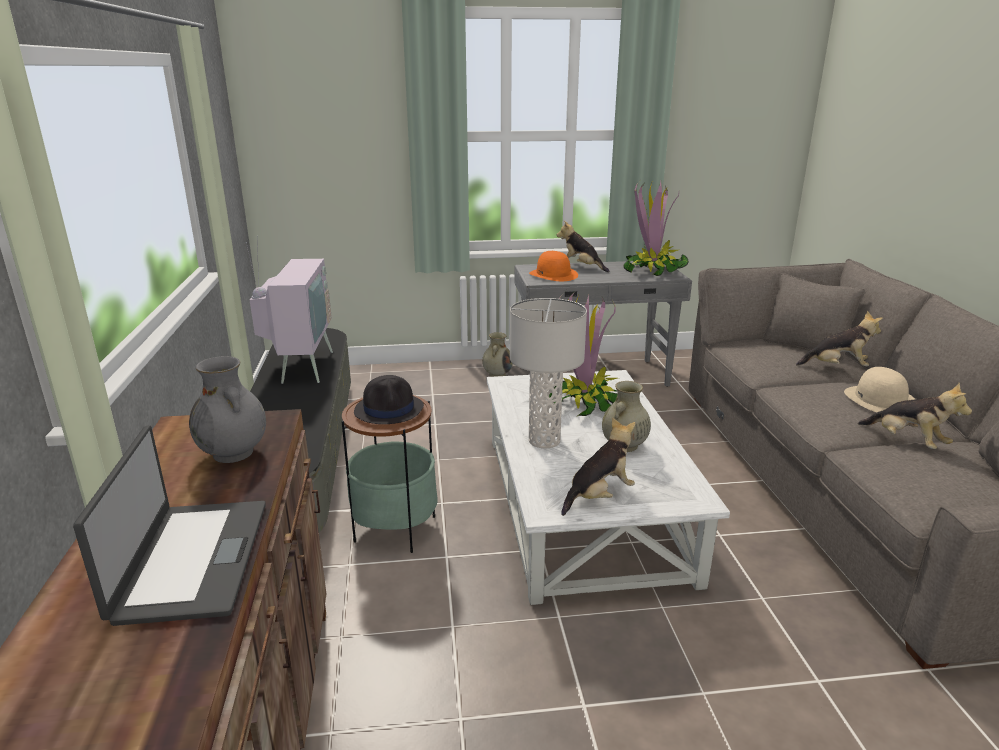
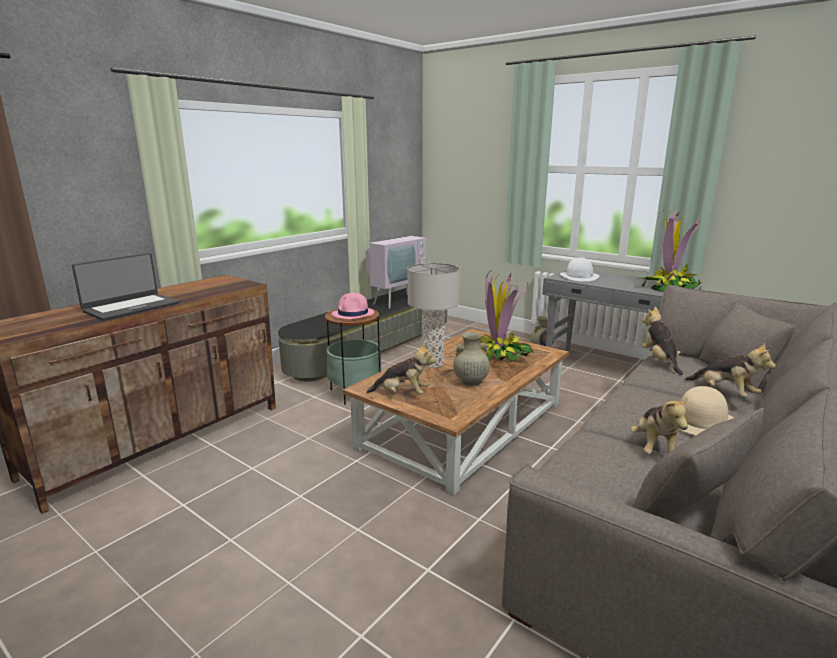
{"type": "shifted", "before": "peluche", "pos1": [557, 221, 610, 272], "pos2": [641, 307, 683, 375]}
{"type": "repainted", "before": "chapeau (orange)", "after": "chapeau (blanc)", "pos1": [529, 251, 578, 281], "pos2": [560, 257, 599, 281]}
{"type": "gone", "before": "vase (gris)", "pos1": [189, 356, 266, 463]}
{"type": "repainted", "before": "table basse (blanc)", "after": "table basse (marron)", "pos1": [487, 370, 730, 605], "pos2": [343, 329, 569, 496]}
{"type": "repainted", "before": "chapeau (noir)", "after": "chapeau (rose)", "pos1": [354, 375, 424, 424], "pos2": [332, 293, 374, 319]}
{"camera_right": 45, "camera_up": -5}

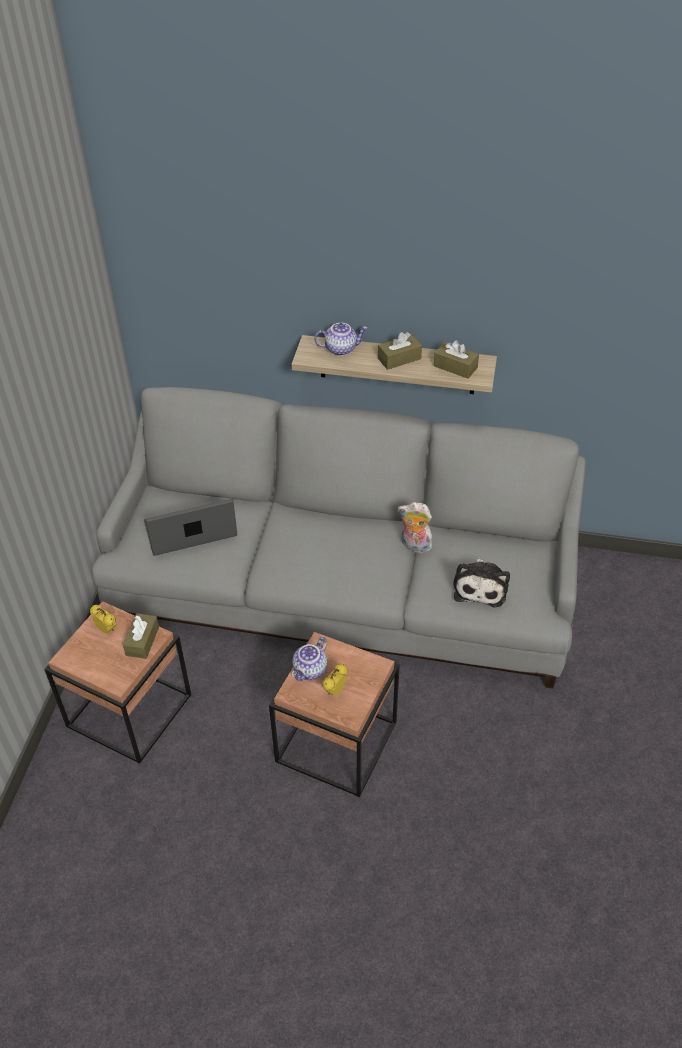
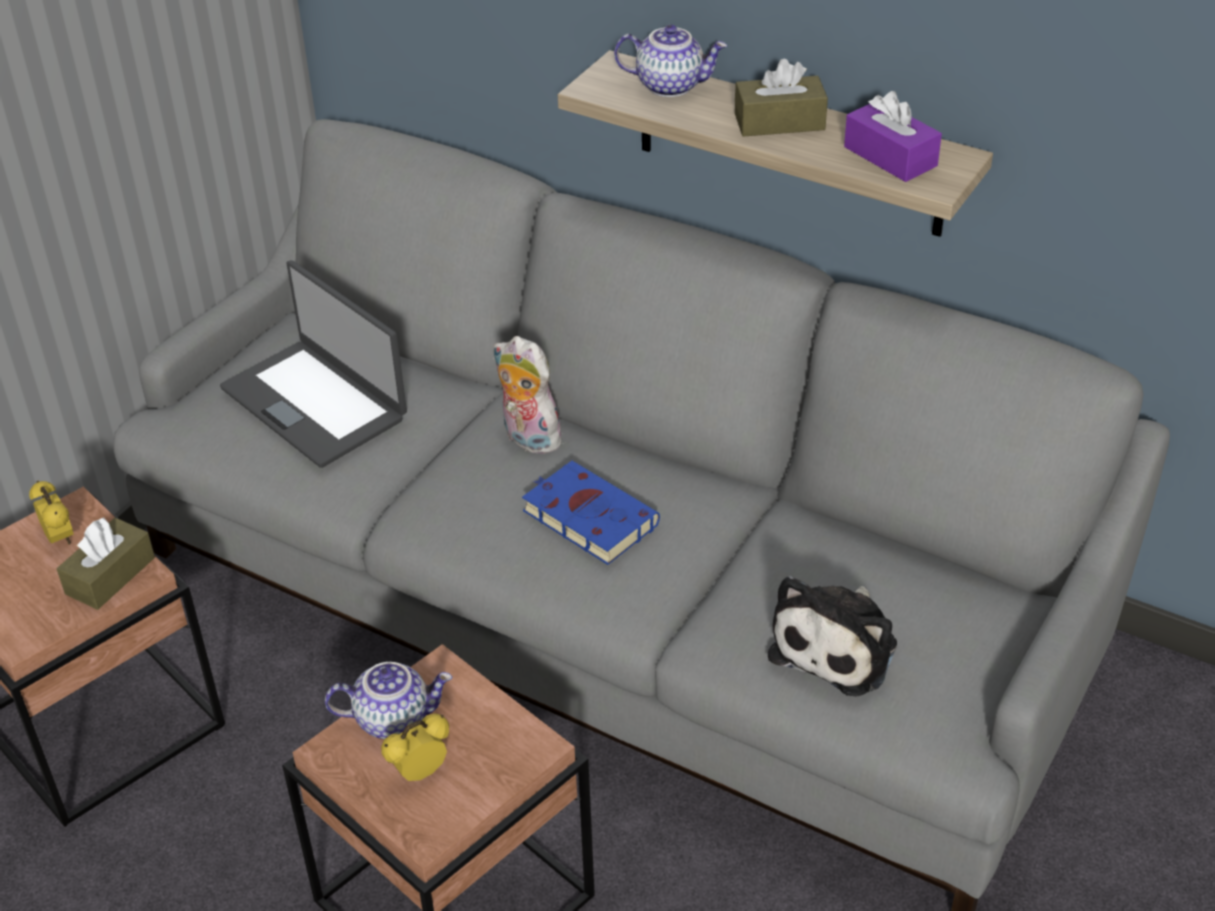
{"type": "repainted", "before": "boîte à mouchoirs (marron)", "after": "boîte à mouchoirs (violet)", "pos1": [434, 340, 479, 379], "pos2": [844, 91, 942, 182]}
{"type": "rotated", "before": "ordinateur portable", "pos1": [144, 499, 237, 556], "pos2": [220, 260, 407, 468], "turn": -135}
{"type": "shifted", "before": "peluche", "pos1": [398, 502, 432, 553], "pos2": [493, 336, 569, 454]}
{"type": "rotated", "before": "théière", "pos1": [291, 637, 327, 681], "pos2": [325, 662, 452, 739], "turn": -150}
{"type": "new", "after": "livre (bleu)", "pos2": [522, 461, 660, 565]}
{"camera_right": 20, "camera_up": -5}

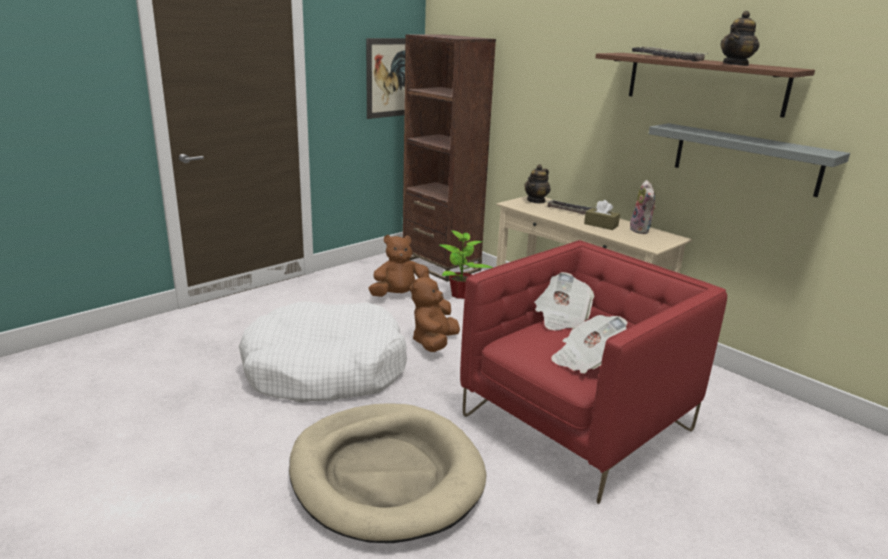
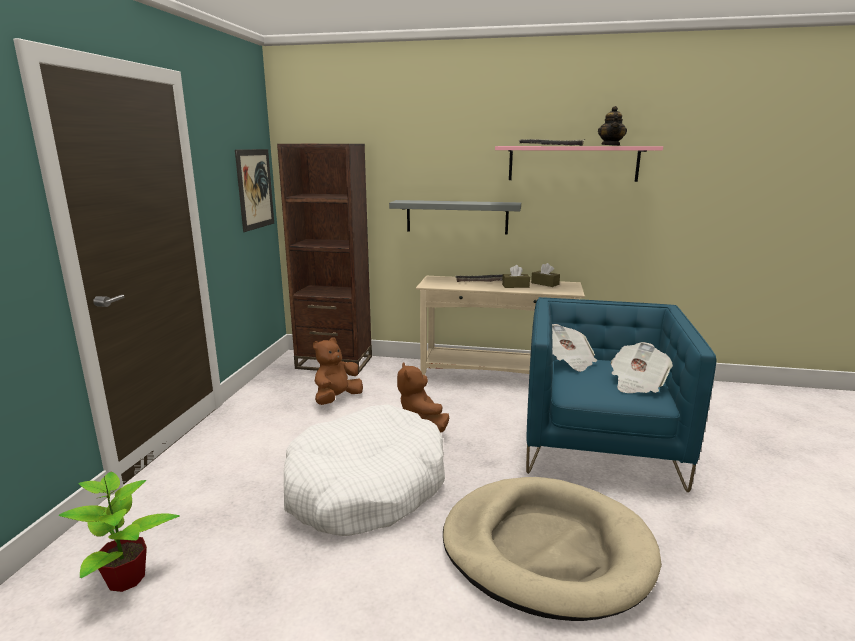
{"type": "repainted", "before": "étagère (marron)", "after": "étagère (rose)", "pos1": [595, 53, 815, 118], "pos2": [495, 146, 663, 182]}
{"type": "shifted", "before": "étagère (gris)", "pos1": [649, 123, 850, 197], "pos2": [389, 200, 521, 234]}
{"type": "gone", "before": "théière", "pos1": [524, 164, 550, 204]}
{"type": "swapped", "before": "peluche", "after": "boîte à mouchoirs (marron)", "pos1": [629, 180, 656, 234], "pos2": [531, 263, 560, 287]}
{"type": "shifted", "before": "plante en pot", "pos1": [439, 230, 493, 299], "pos2": [59, 472, 179, 592]}
{"type": "repainted", "before": "fauteuil (rouge)", "after": "fauteuil (bleu)", "pos1": [460, 240, 727, 504], "pos2": [526, 297, 716, 493]}
{"camera_right": -35, "camera_up": -5}

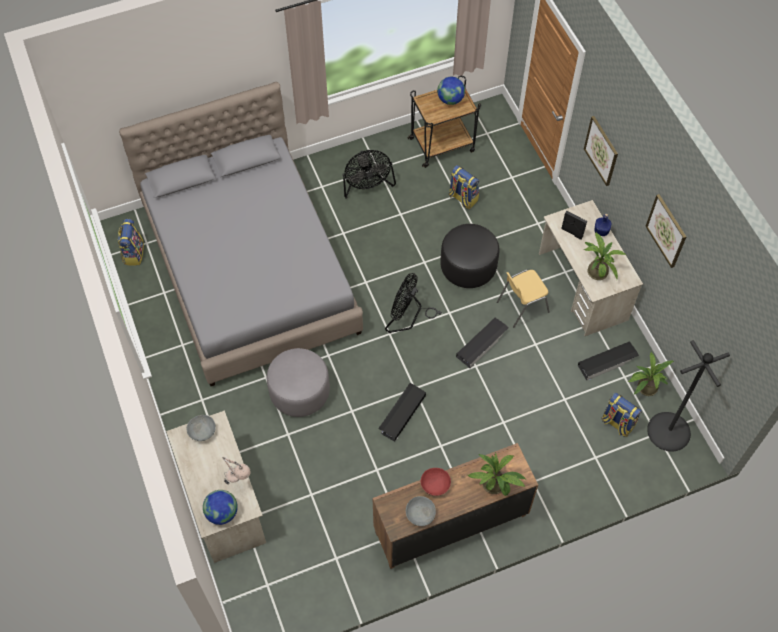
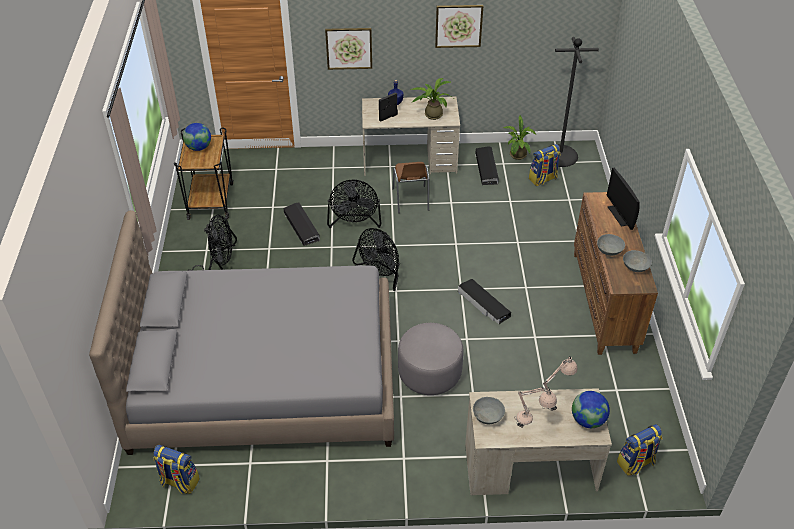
{"type": "shifted", "before": "sac à dos", "pos1": [449, 165, 479, 209], "pos2": [617, 424, 662, 476]}
{"type": "swapped", "before": "pouf (noir)", "after": "ventilateur (noir)", "pos1": [440, 224, 499, 288], "pos2": [327, 179, 381, 228]}
{"type": "repainted", "before": "chaise (jaune)", "after": "chaise (marron)", "pos1": [497, 270, 550, 328], "pos2": [393, 162, 429, 213]}
{"type": "shifted", "before": "boîte de rangement (noir)", "pos1": [456, 318, 509, 368], "pos2": [284, 202, 320, 246]}
{"type": "swapped", "before": "plante en pot", "after": "écran d'ordinateur", "pos1": [468, 453, 525, 496], "pos2": [607, 168, 640, 230]}
{"type": "repainted", "before": "bol (rouge)", "after": "bol (gris)", "pos1": [421, 468, 451, 496], "pos2": [597, 234, 625, 256]}
{"type": "new", "after": "lampe de table (beige)", "pos2": [514, 387, 557, 428]}
{"camera_right": -70, "camera_up": -15}

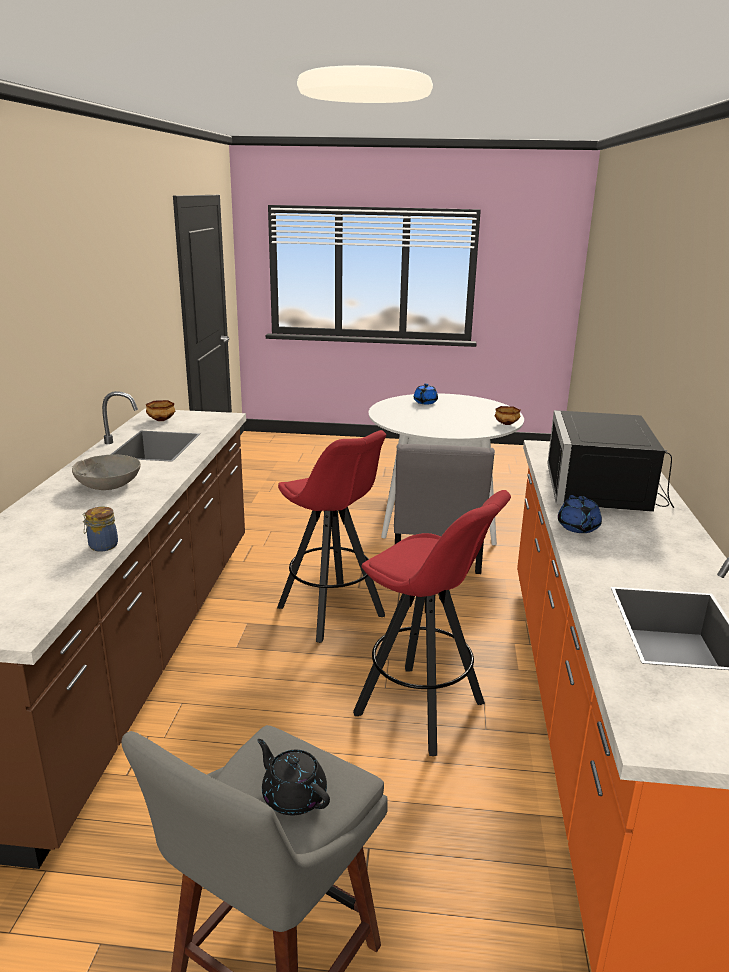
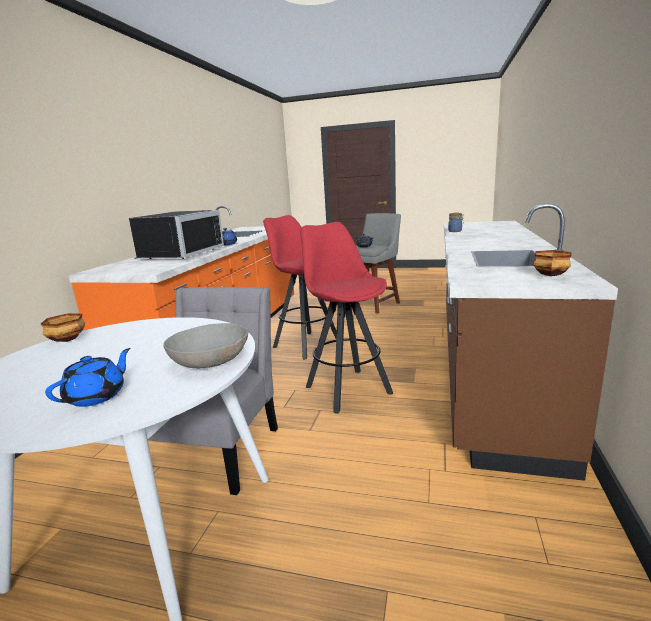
{"type": "shifted", "before": "bol (gris)", "pos1": [72, 454, 141, 490], "pos2": [163, 323, 248, 368]}
{"camera_right": -170, "camera_up": -5}

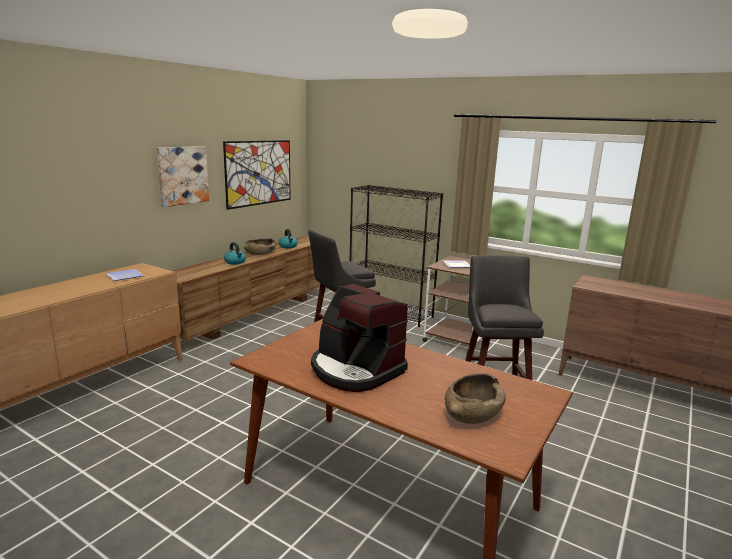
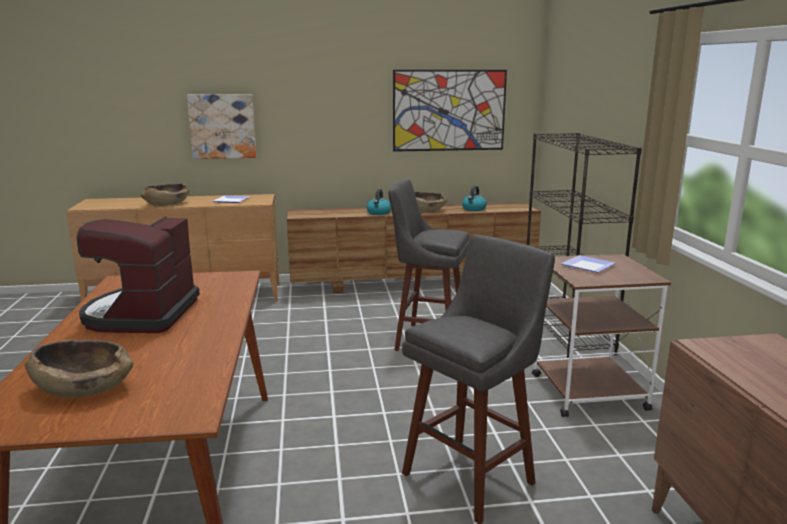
{"type": "shifted", "before": "tableau", "pos1": [156, 146, 209, 207], "pos2": [187, 94, 256, 159]}
{"type": "new", "after": "bol (marron)", "pos2": [141, 183, 190, 206]}
{"camera_right": 50, "camera_up": 0}

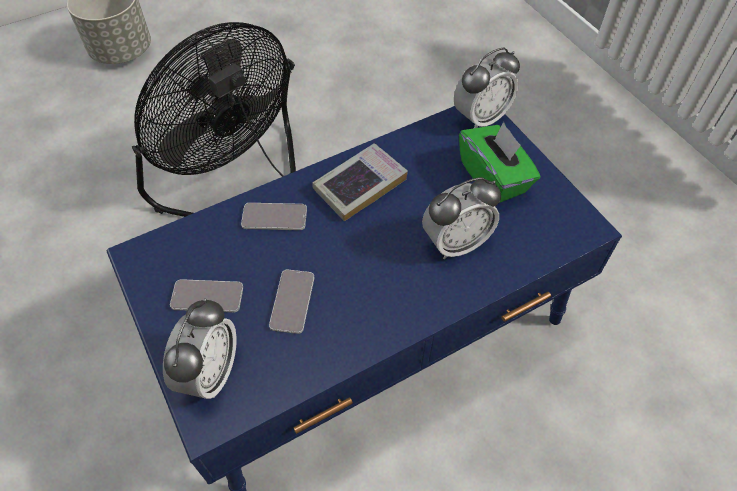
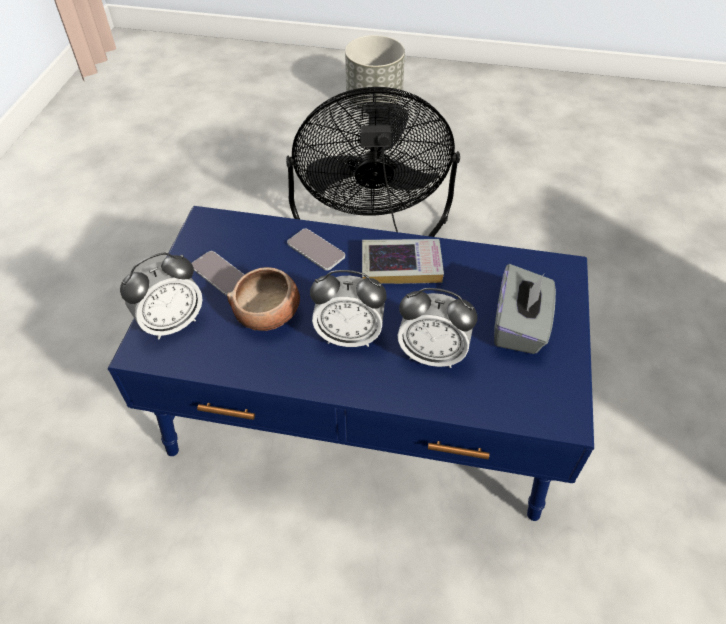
{"type": "shifted", "before": "réveil", "pos1": [454, 48, 520, 128], "pos2": [310, 270, 387, 347]}
{"type": "repainted", "before": "boîte à mouchoirs (vert)", "after": "boîte à mouchoirs (gris)", "pos1": [459, 122, 540, 203], "pos2": [494, 264, 556, 354]}
{"type": "swapped", "before": "téléphone", "after": "bol", "pos1": [269, 270, 314, 334], "pos2": [227, 267, 300, 331]}
{"camera_right": 40, "camera_up": -5}

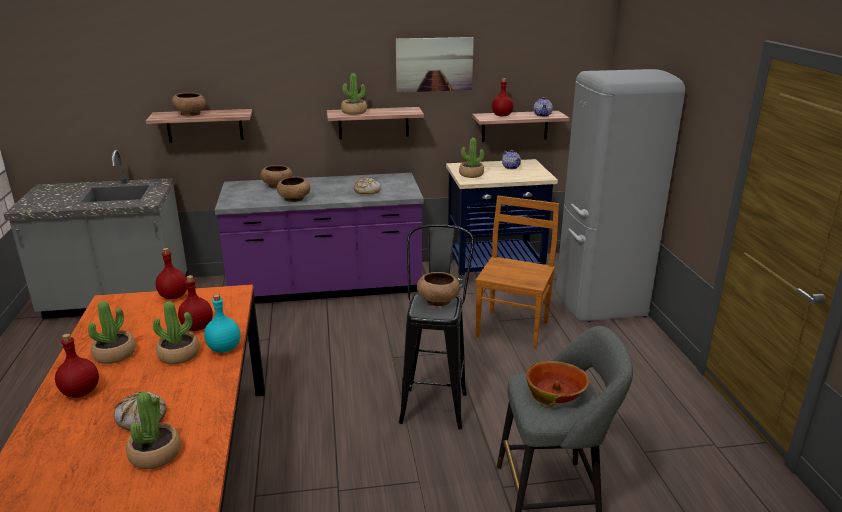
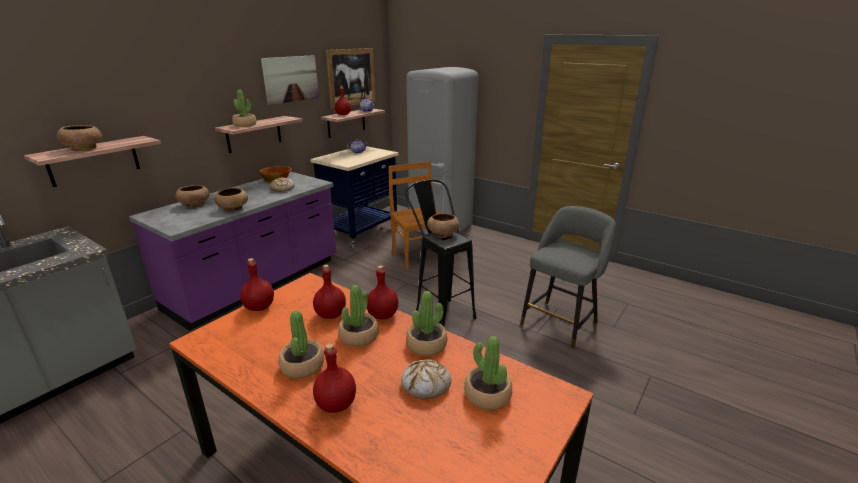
{"type": "shifted", "before": "plante en pot", "pos1": [459, 138, 484, 178], "pos2": [406, 291, 447, 356]}
{"type": "repainted", "before": "bouteille (turquoise)", "after": "bouteille (rouge)", "pos1": [204, 294, 240, 353], "pos2": [367, 265, 398, 320]}
{"type": "shifted", "before": "bol", "pos1": [526, 361, 590, 407], "pos2": [259, 166, 292, 183]}
{"type": "new", "after": "tableau", "pos2": [326, 48, 376, 109]}
{"camera_right": -45, "camera_up": 0}

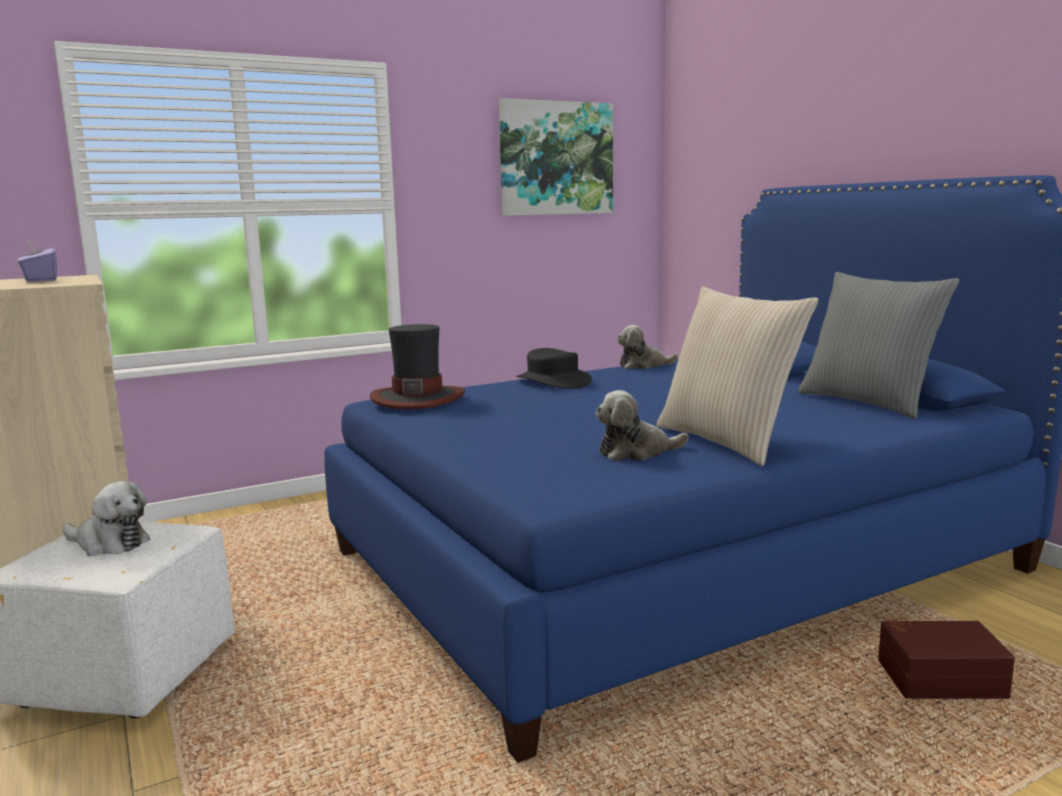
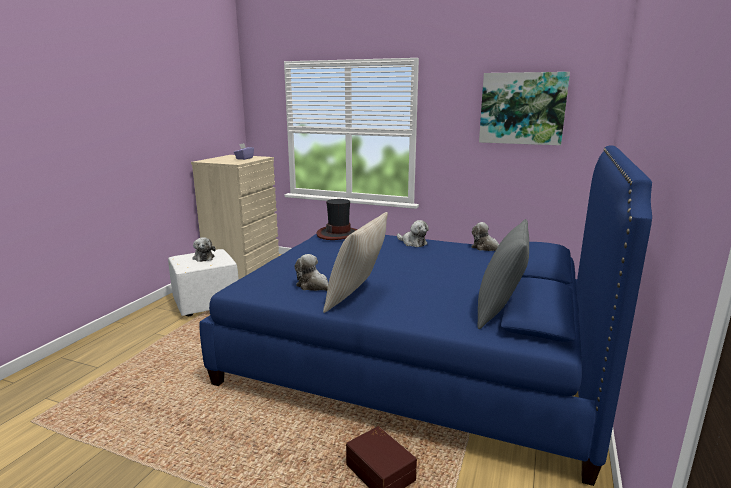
{"type": "swapped", "before": "chapeau (noir)", "after": "peluche", "pos1": [516, 348, 592, 389], "pos2": [397, 220, 429, 247]}
{"camera_right": 50, "camera_up": 5}

